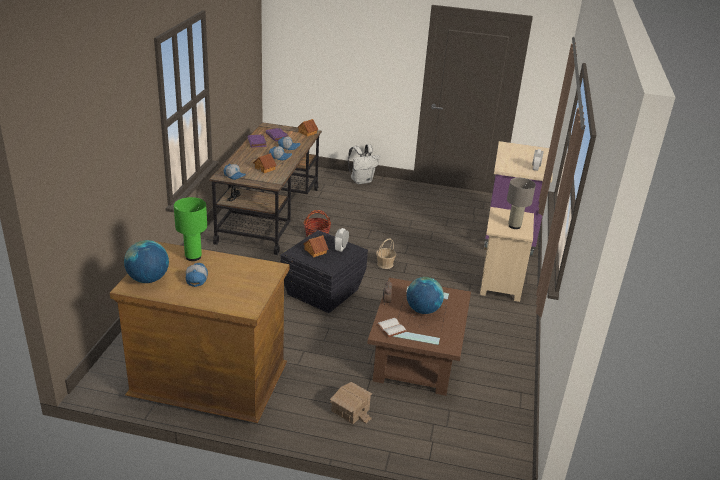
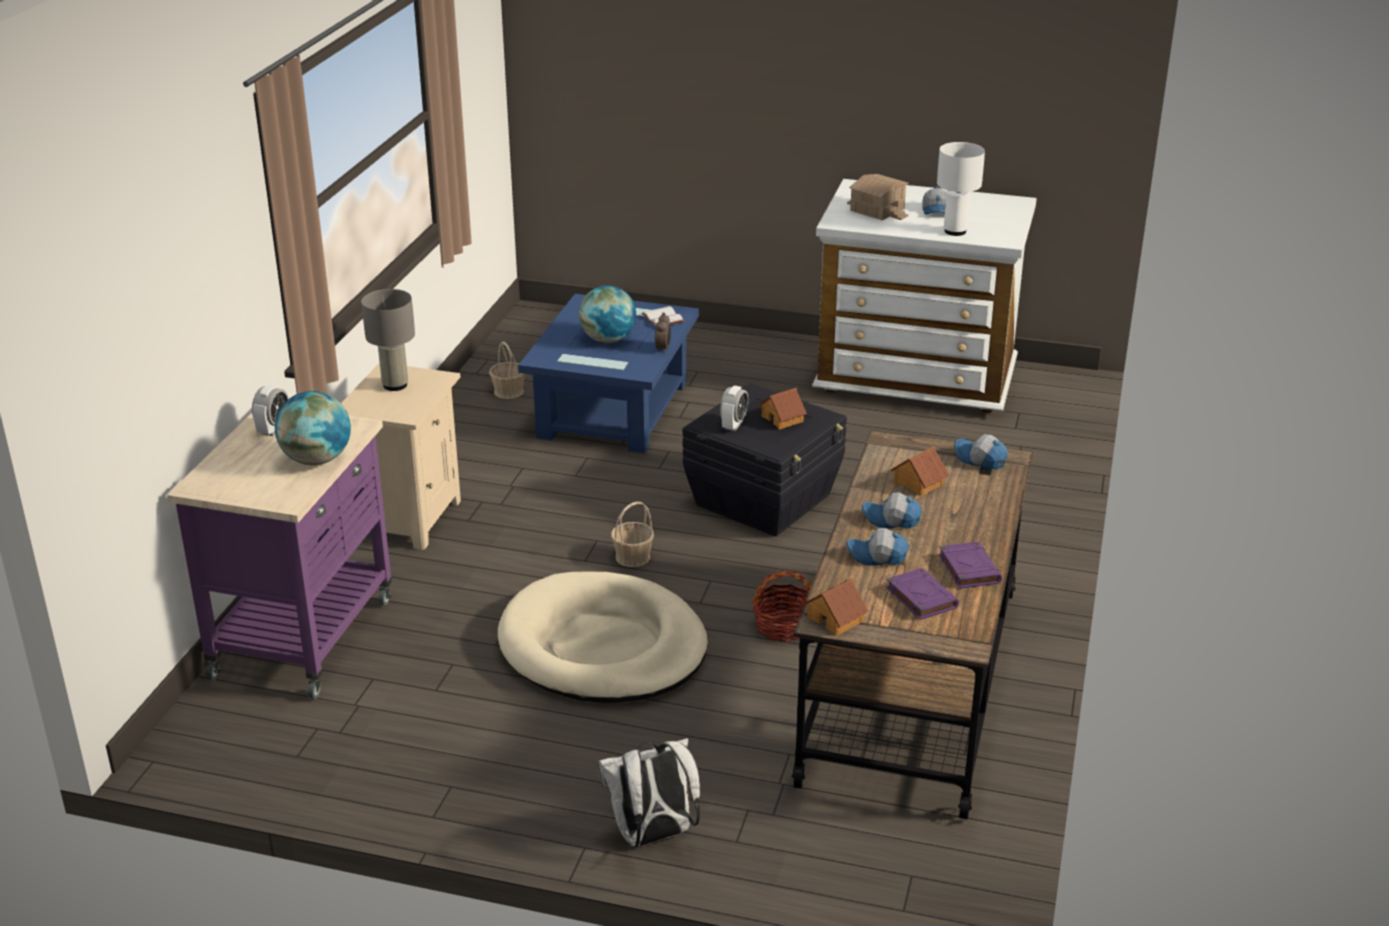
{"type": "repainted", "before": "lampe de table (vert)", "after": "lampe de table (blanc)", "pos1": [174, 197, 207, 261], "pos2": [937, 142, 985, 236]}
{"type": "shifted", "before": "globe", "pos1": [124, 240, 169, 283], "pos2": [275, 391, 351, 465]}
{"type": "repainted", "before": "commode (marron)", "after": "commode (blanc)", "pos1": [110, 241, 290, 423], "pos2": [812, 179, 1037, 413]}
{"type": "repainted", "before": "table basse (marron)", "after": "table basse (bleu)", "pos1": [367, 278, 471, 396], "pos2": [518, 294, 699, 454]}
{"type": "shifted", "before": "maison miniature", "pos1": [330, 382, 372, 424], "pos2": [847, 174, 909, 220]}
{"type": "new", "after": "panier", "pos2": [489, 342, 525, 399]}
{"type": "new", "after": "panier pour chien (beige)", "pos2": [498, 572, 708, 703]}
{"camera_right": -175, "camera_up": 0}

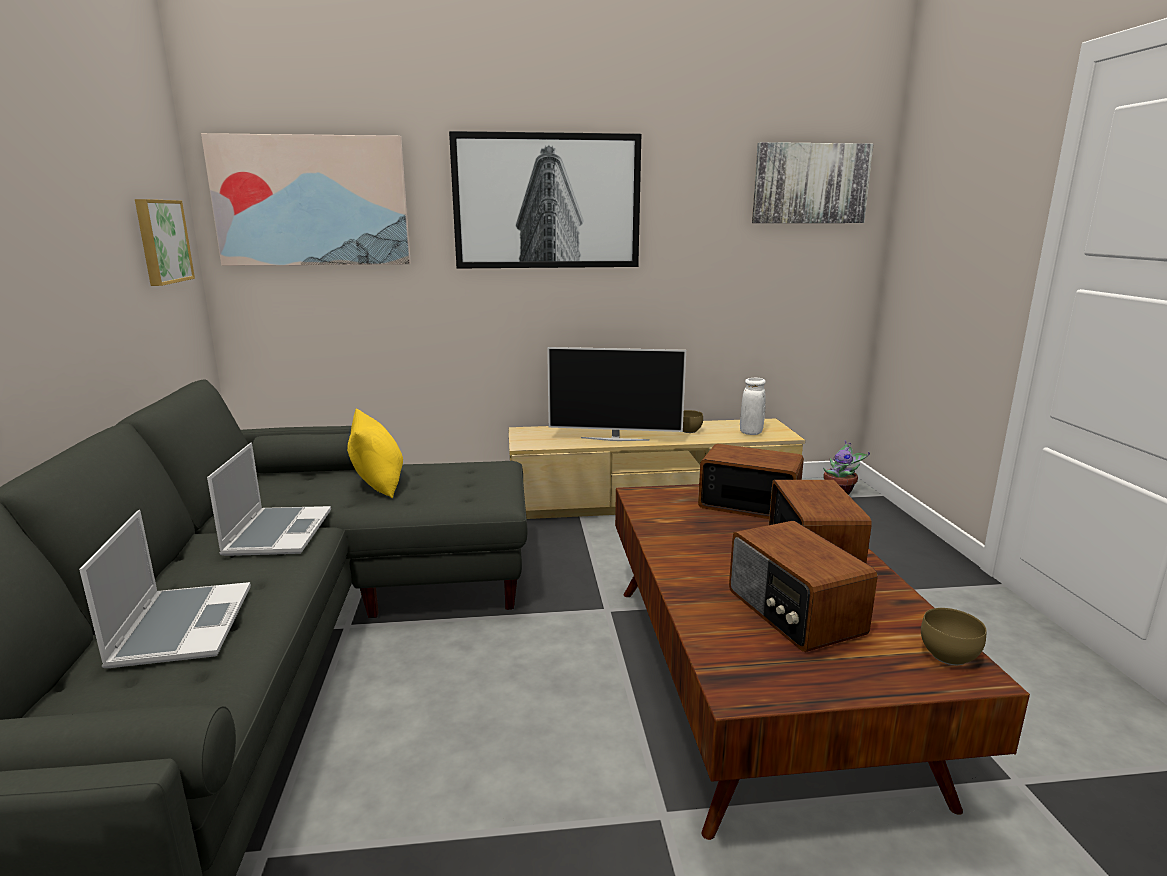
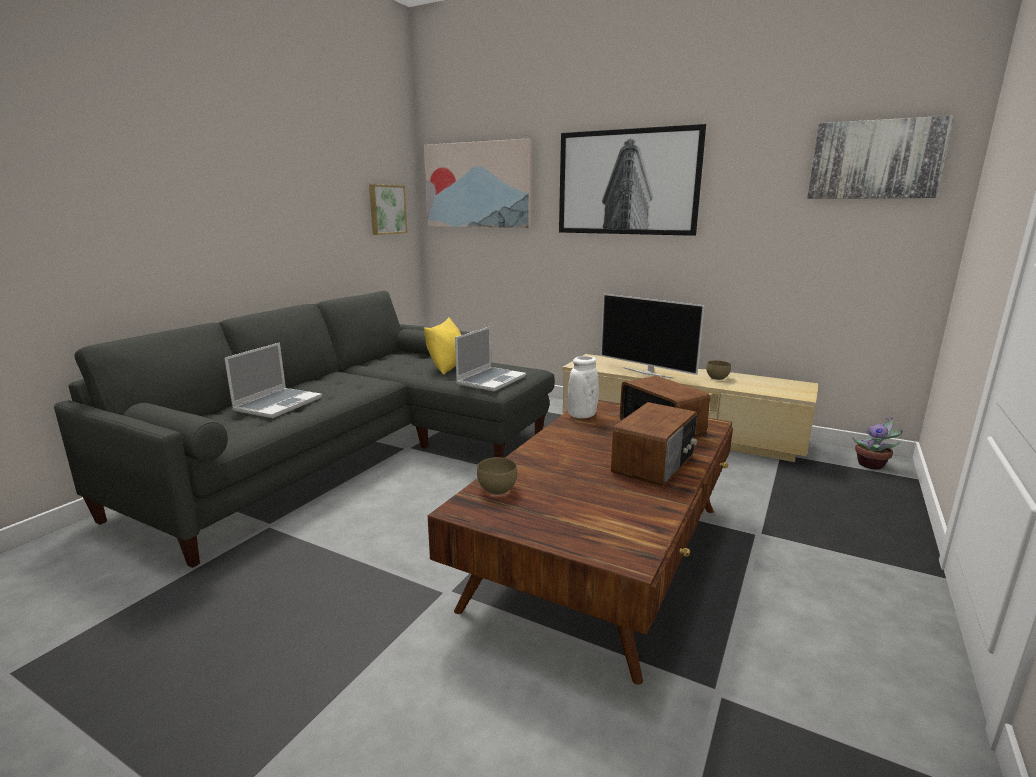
{"type": "shifted", "before": "vase (blanc)", "pos1": [740, 378, 766, 435], "pos2": [567, 356, 599, 419]}
{"type": "shifted", "before": "ordinateur portable", "pos1": [207, 443, 331, 556], "pos2": [455, 326, 526, 391]}
{"type": "gone", "before": "radio", "pos1": [729, 521, 878, 652]}
{"type": "shifted", "before": "bol (marron)", "pos1": [921, 608, 987, 665], "pos2": [477, 457, 517, 495]}
{"camera_right": 35, "camera_up": 0}

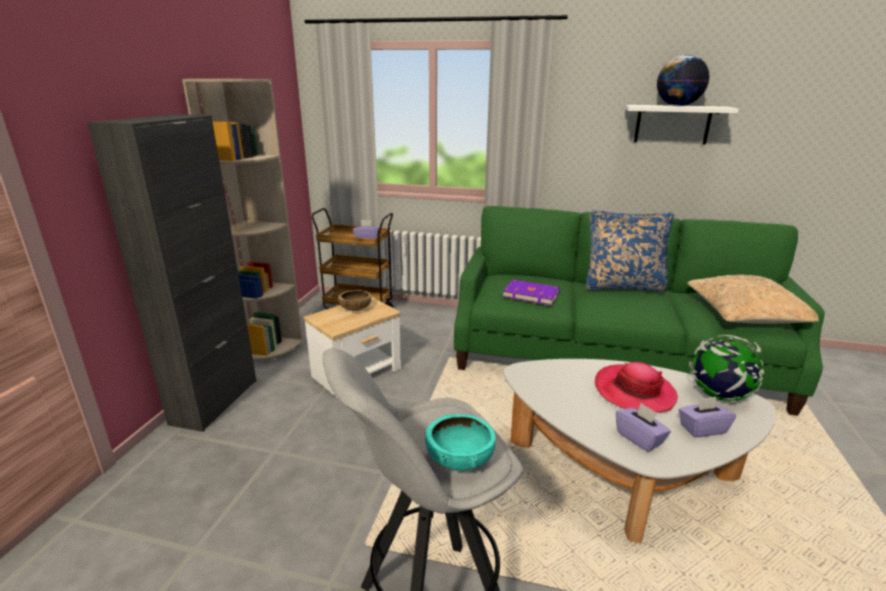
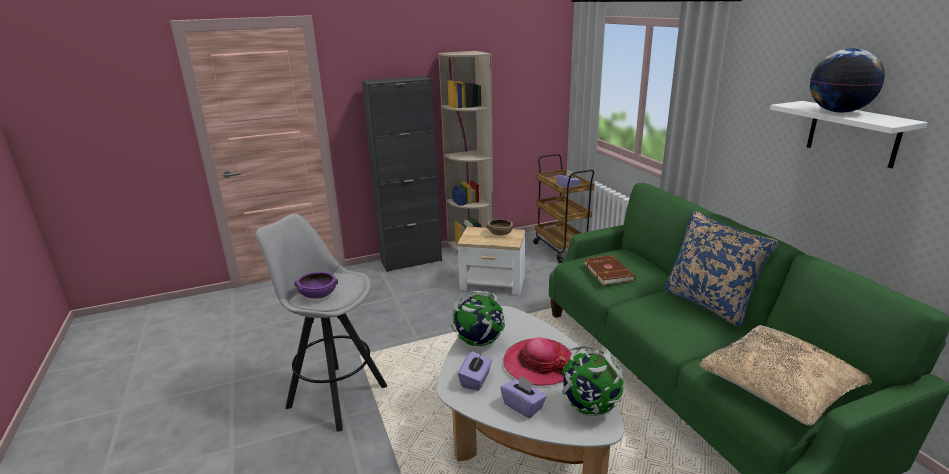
{"type": "repainted", "before": "livre (violet)", "after": "livre (marron)", "pos1": [503, 280, 560, 305], "pos2": [583, 255, 636, 286]}
{"type": "repainted", "before": "bol (turquoise)", "after": "bol (violet)", "pos1": [425, 414, 496, 471], "pos2": [294, 272, 338, 298]}
{"type": "new", "after": "globe", "pos2": [450, 291, 505, 346]}
{"camera_right": 55, "camera_up": 0}

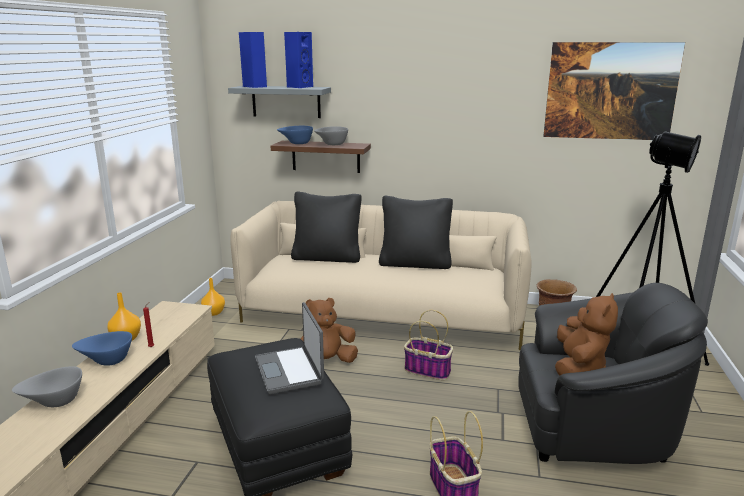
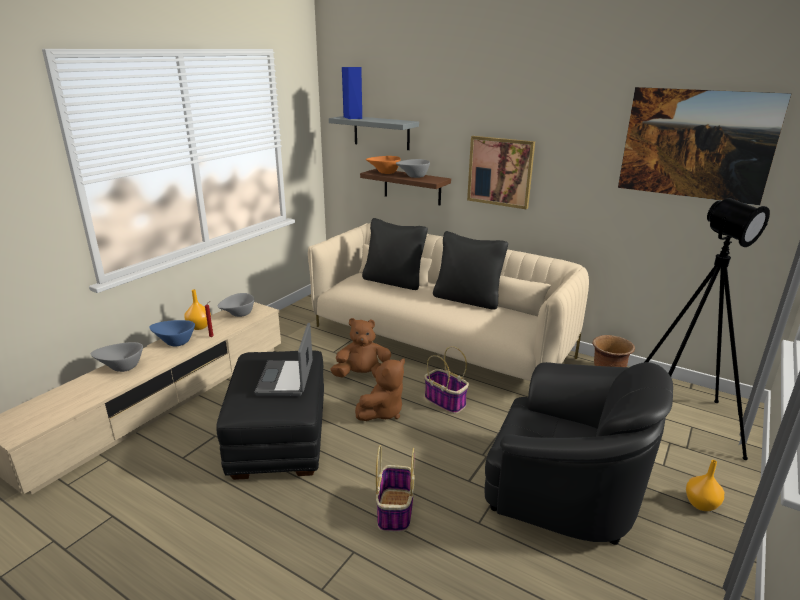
{"type": "gone", "before": "enceinte (bleu)", "pos1": [284, 32, 313, 88]}
{"type": "repainted", "before": "bol (bleu)", "after": "bol (orange)", "pos1": [277, 126, 313, 144], "pos2": [366, 156, 401, 174]}
{"type": "shifted", "before": "vase (orange)", "pos1": [201, 278, 225, 316], "pos2": [686, 460, 724, 511]}
{"type": "shifted", "before": "peluche (marron)", "pos1": [555, 293, 618, 375], "pos2": [355, 358, 405, 421]}
{"type": "new", "after": "tableau", "pos2": [467, 136, 535, 210]}
{"type": "new", "after": "bol (gris)", "pos2": [218, 293, 254, 317]}
{"camera_right": 20, "camera_up": 5}

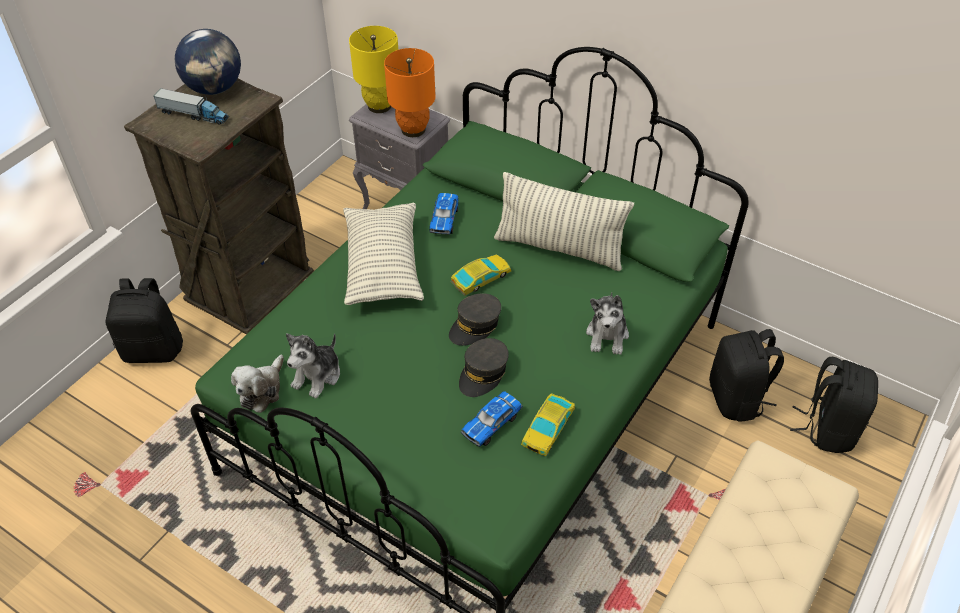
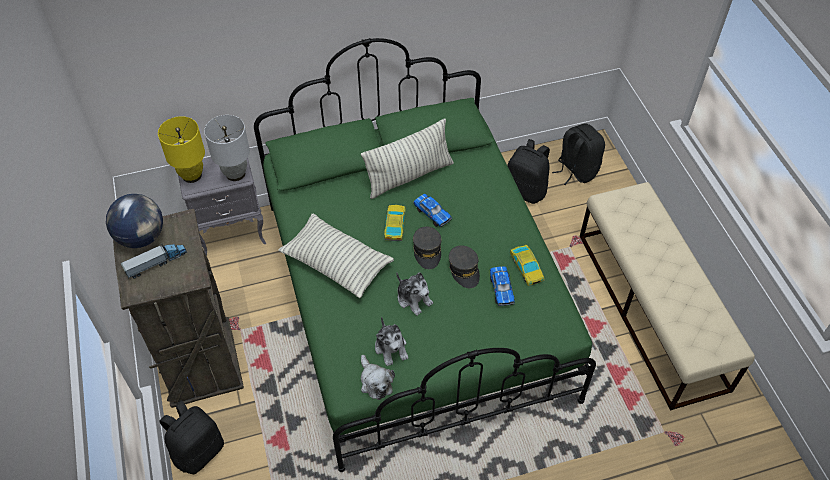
{"type": "repainted", "before": "lampe de table (orange)", "after": "lampe de table (blanc)", "pos1": [384, 48, 435, 137], "pos2": [204, 115, 250, 181]}
{"type": "shifted", "before": "petite voiture", "pos1": [429, 193, 459, 235], "pos2": [413, 194, 452, 227]}
{"type": "shifted", "before": "peluche", "pos1": [586, 292, 629, 355], "pos2": [396, 272, 433, 316]}
{"camera_right": -50, "camera_up": 5}

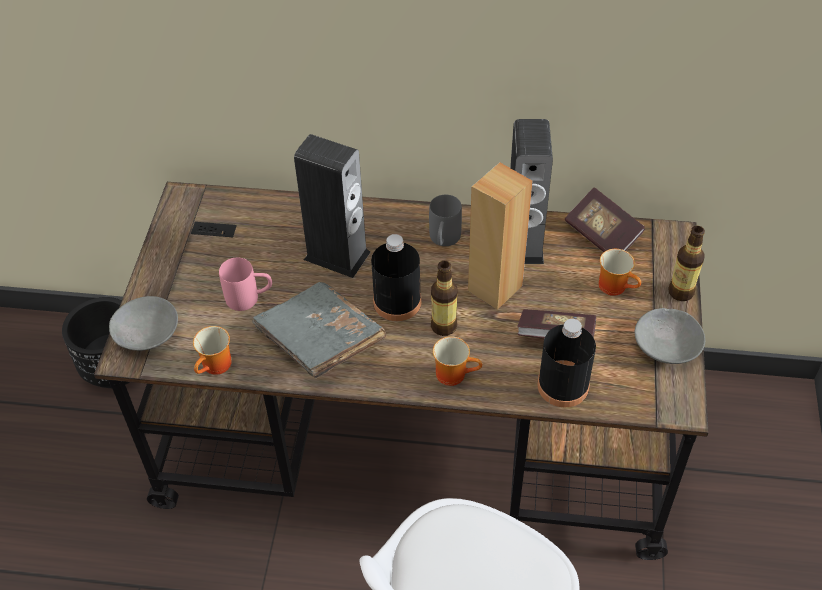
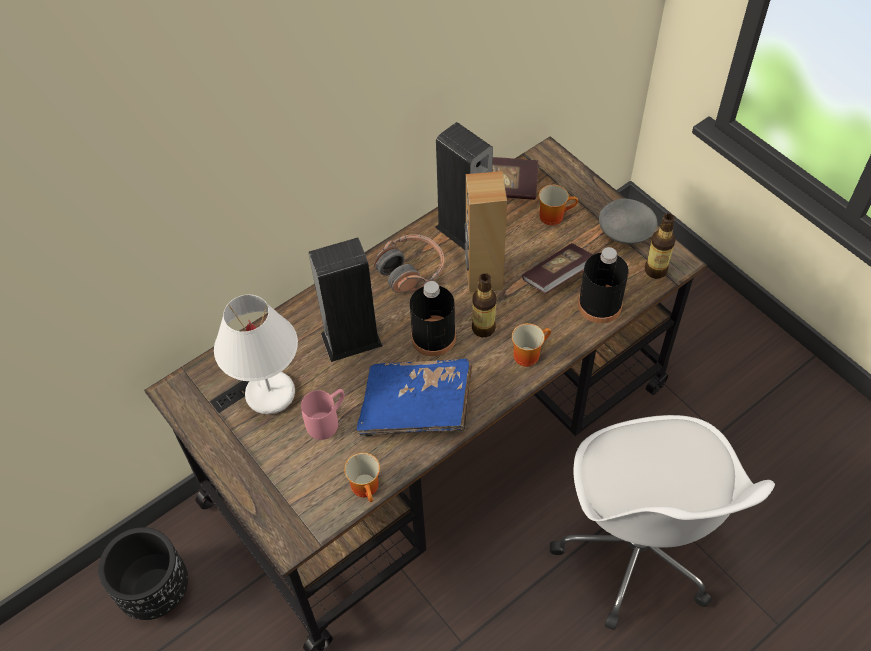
{"type": "swapped", "before": "mug (gris)", "after": "casque audio", "pos1": [429, 195, 462, 246], "pos2": [374, 235, 444, 293]}
{"type": "shifted", "before": "bouteille", "pos1": [668, 226, 705, 301], "pos2": [645, 213, 676, 279]}
{"type": "repainted", "before": "livre (gris)", "after": "livre (bleu)", "pos1": [252, 282, 386, 379], "pos2": [357, 358, 472, 436]}
{"type": "gone", "before": "bol (gris)", "pos1": [109, 296, 178, 351]}
{"type": "new", "after": "lampe de table (blanc)", "pos2": [214, 295, 298, 414]}
{"camera_right": -45, "camera_up": 5}

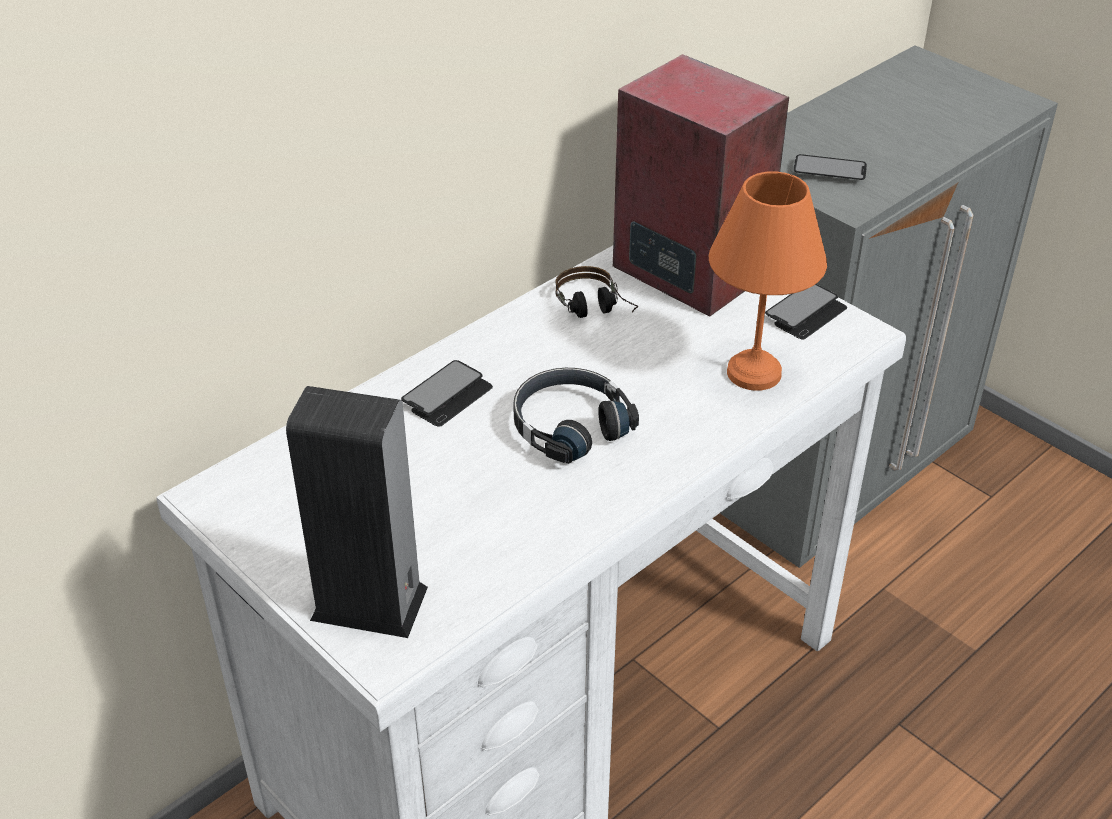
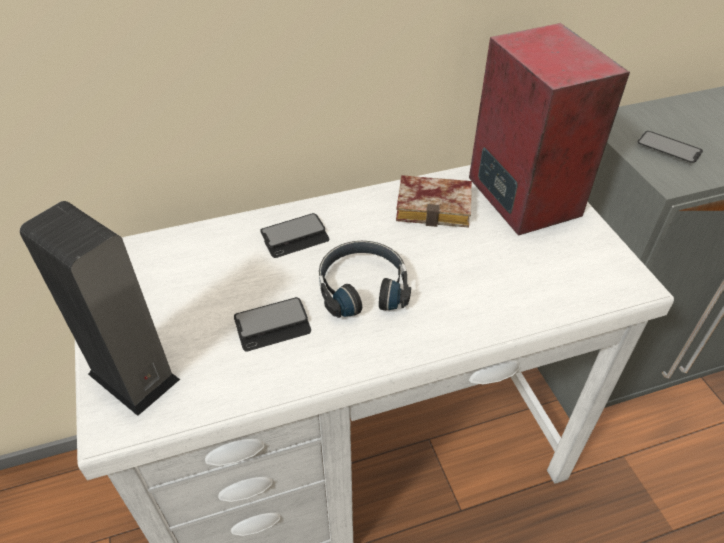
{"type": "gone", "before": "lampe de table (orange)", "pos1": [709, 171, 827, 391]}
{"type": "swapped", "before": "casque audio", "after": "livre", "pos1": [555, 266, 638, 318], "pos2": [396, 175, 472, 228]}
{"type": "shifted", "before": "téléphone", "pos1": [765, 284, 847, 340], "pos2": [234, 297, 311, 352]}
{"camera_right": 25, "camera_up": 5}

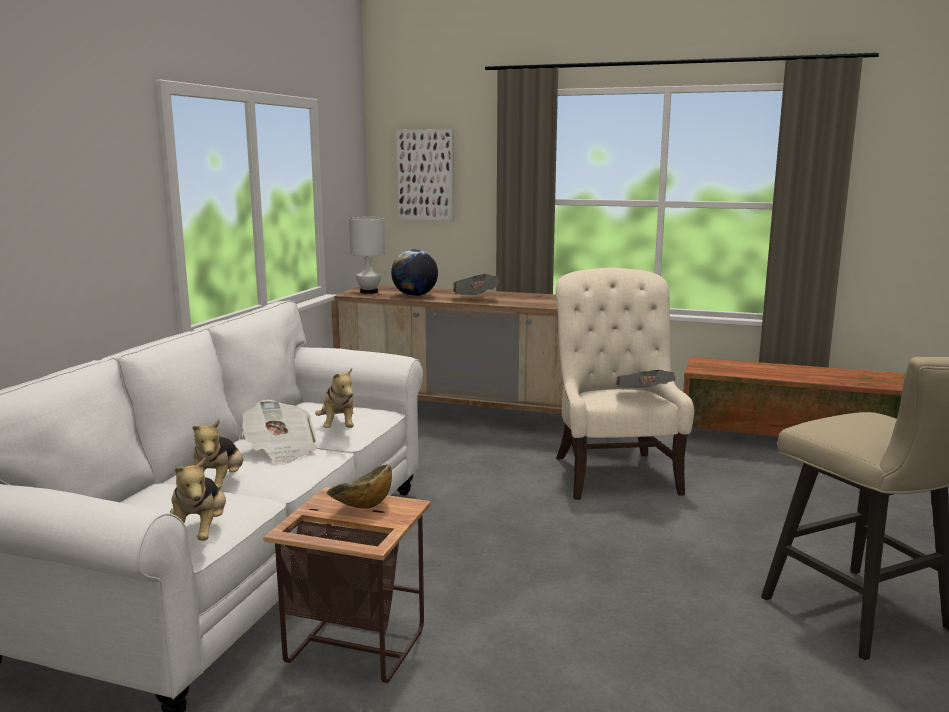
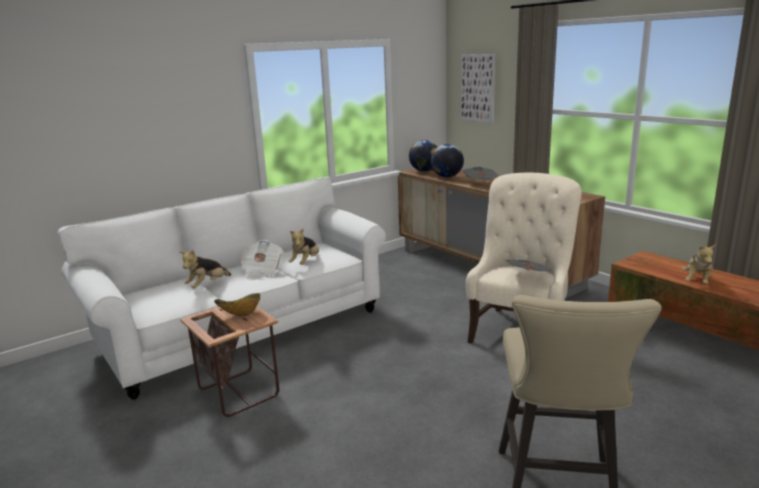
{"type": "swapped", "before": "lampe de table (blanc)", "after": "globe", "pos1": [349, 217, 385, 294], "pos2": [409, 140, 437, 172]}
{"type": "shifted", "before": "peluche", "pos1": [170, 457, 226, 541], "pos2": [682, 244, 716, 285]}
{"camera_right": 35, "camera_up": 5}

